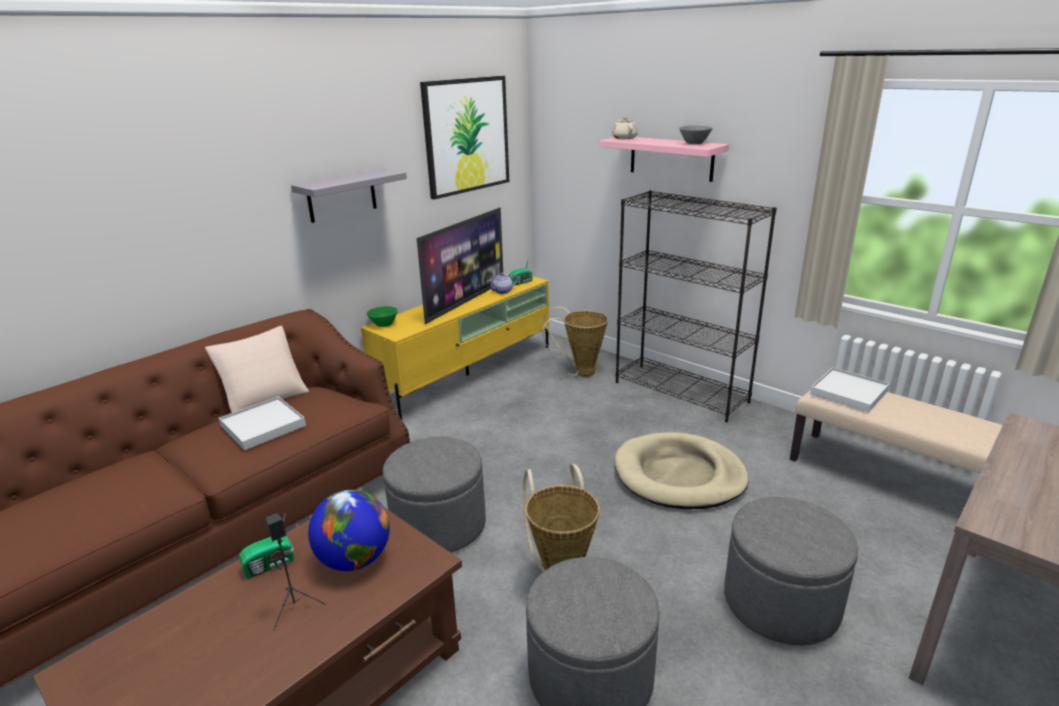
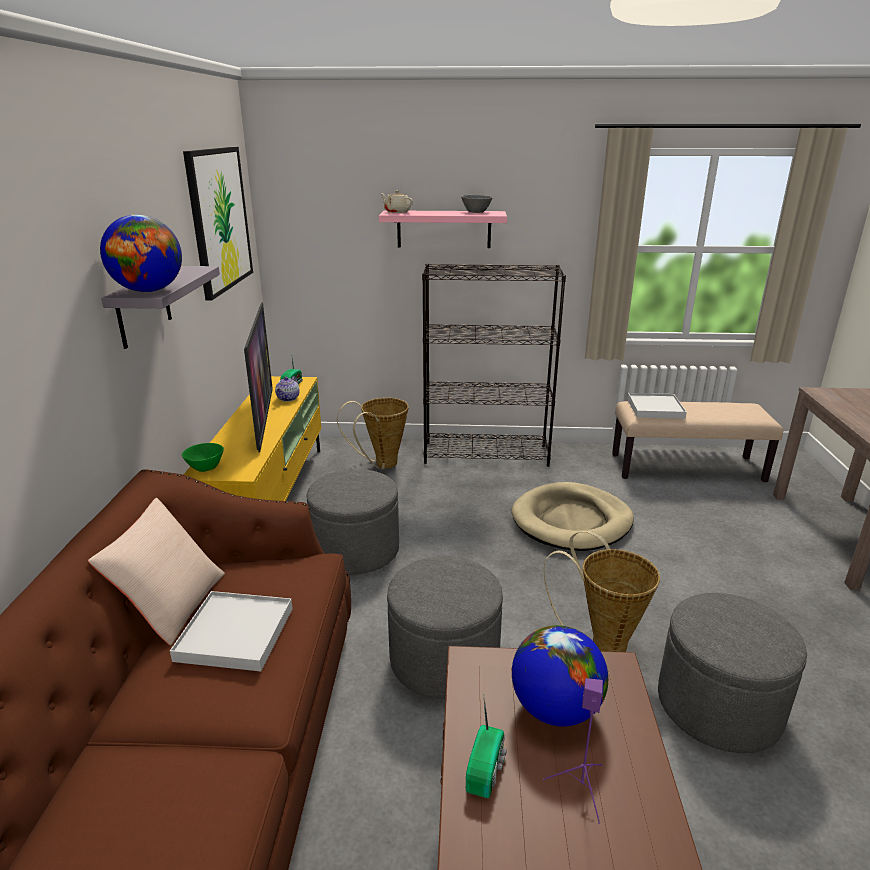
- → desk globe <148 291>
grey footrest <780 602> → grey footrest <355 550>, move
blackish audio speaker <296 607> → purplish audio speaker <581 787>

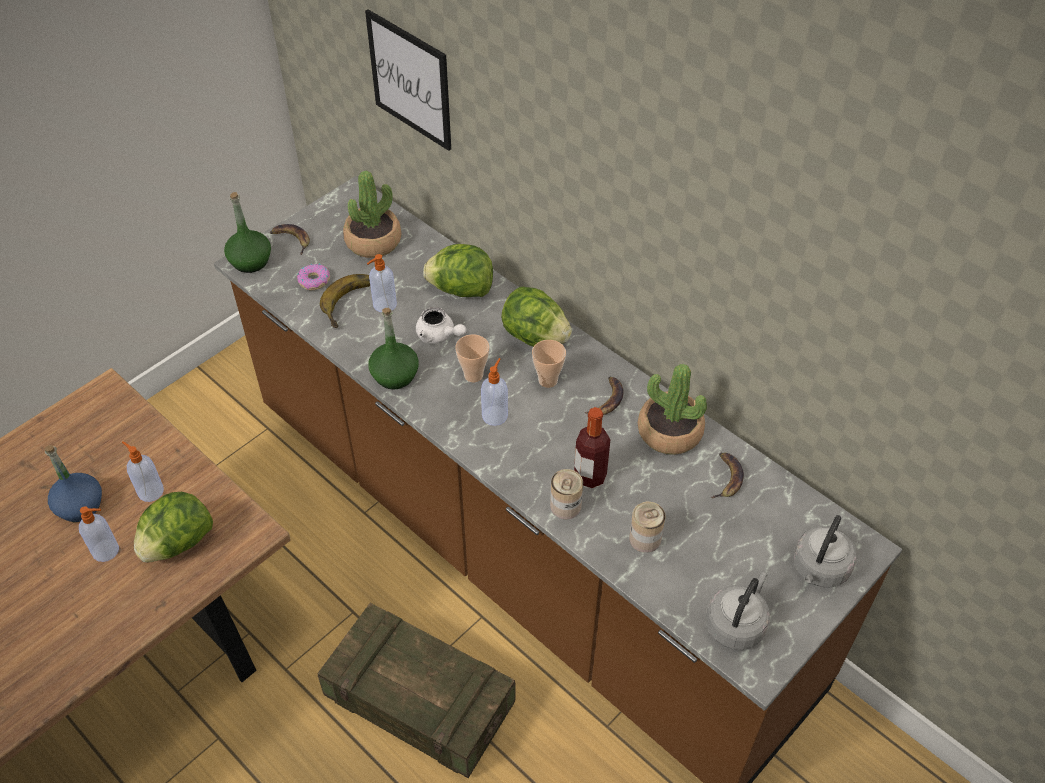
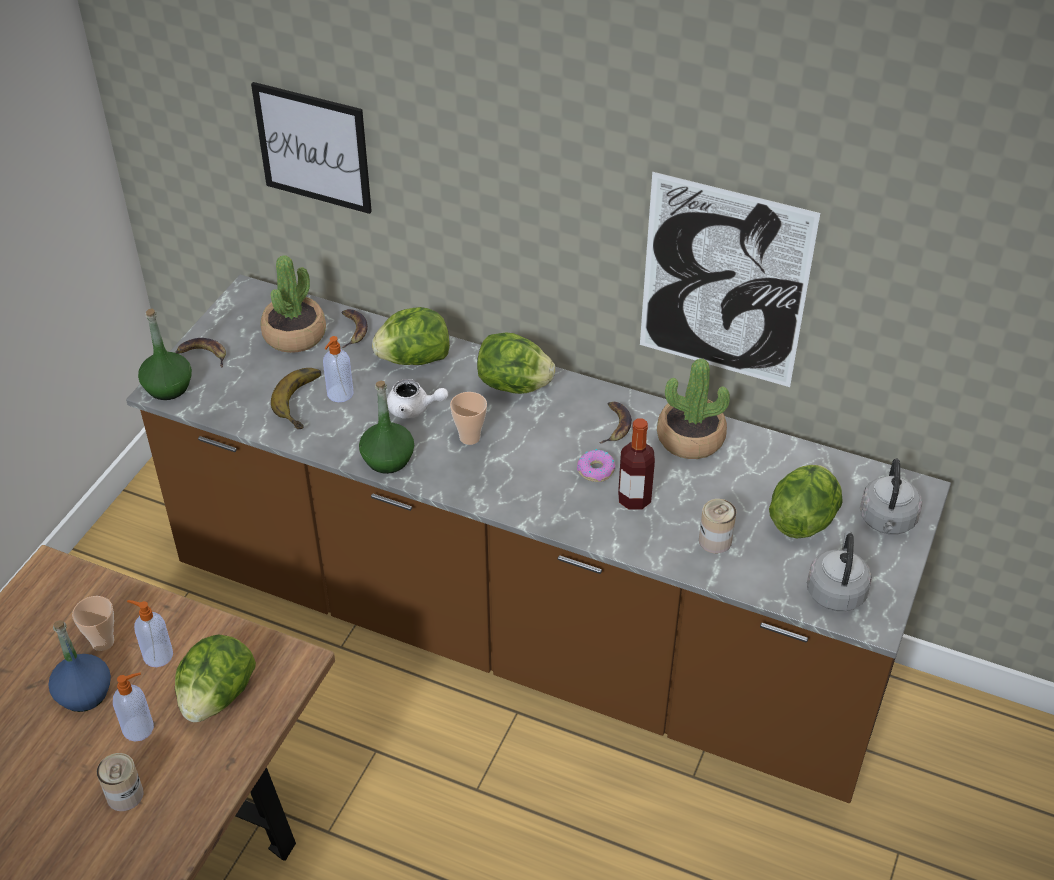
crate <419 702> → -
soap bottle <495 415> → -
- → wall picture <724 283>
- → lettuce head <803 519>
donut <314 281> → donut <596 470>, move
small cup <548 380> → small cup <103 642>, move
metal can <565 506> → metal can <125 795>, move
banana fruit <726 478> → banana fruit <353 329>, move

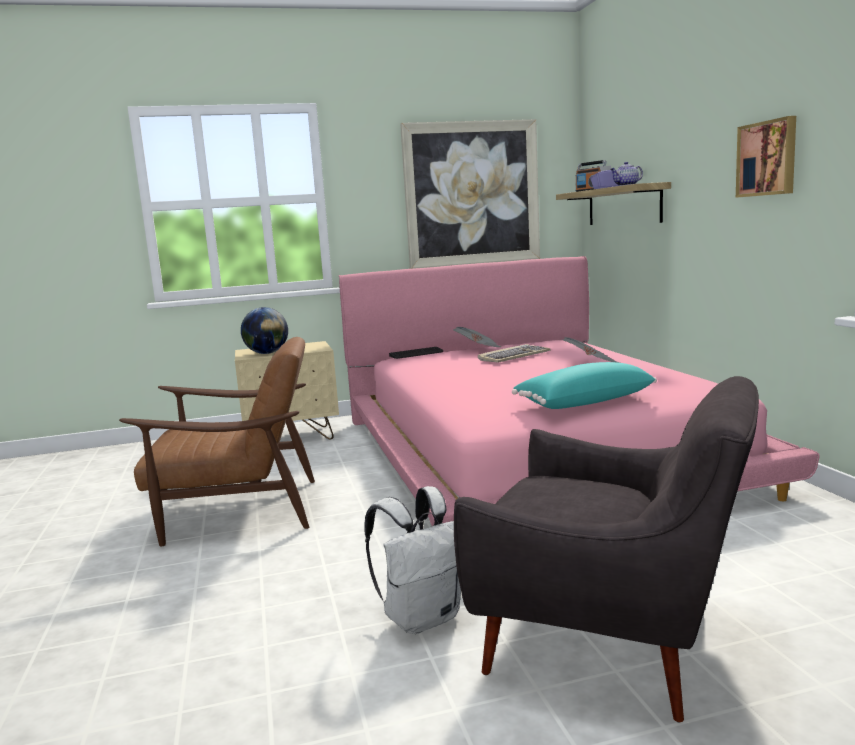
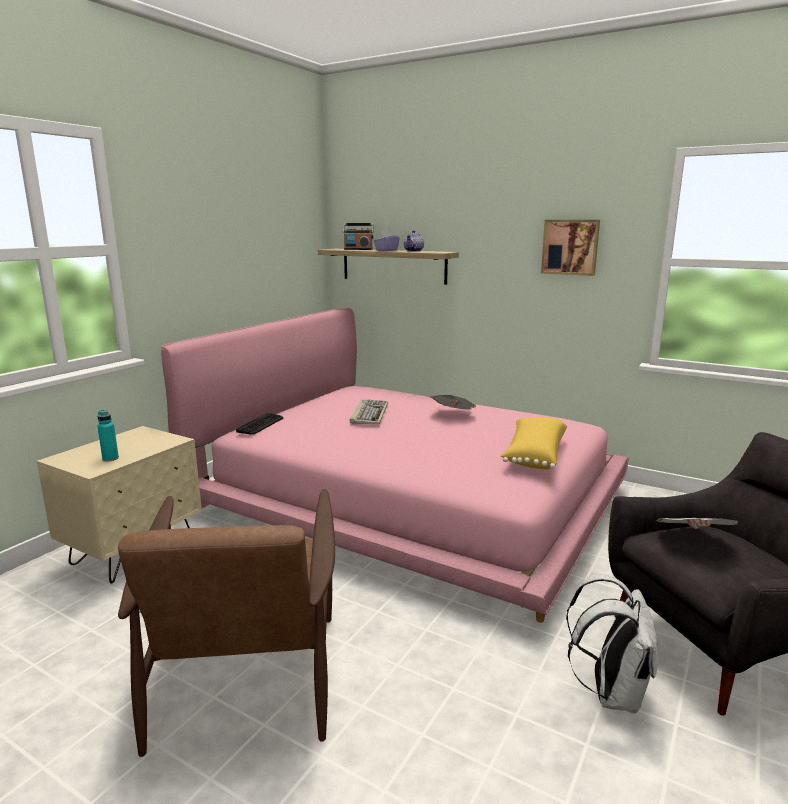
wall picture <471 194> → -
daily paper <478 350> → daily paper <692 540>, move
desk globe <267 353> → turquoise-coloured drink bottle <110 458>
turquoise-coloured throw pillow <583 402> → yellow throw pillow <533 455>
brownish lounge chair <237 510> → brownish lounge chair <246 671>, 135 degrees clockwise

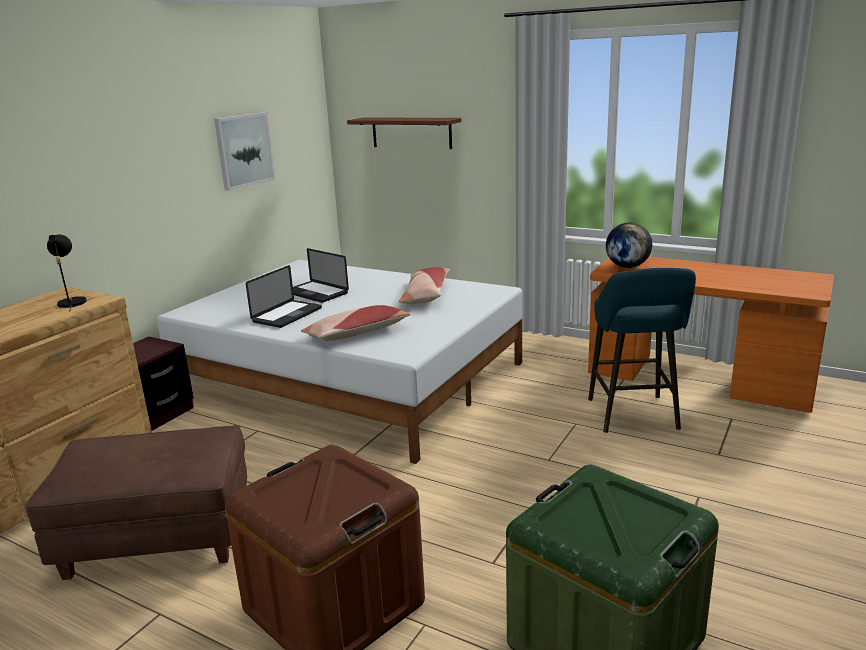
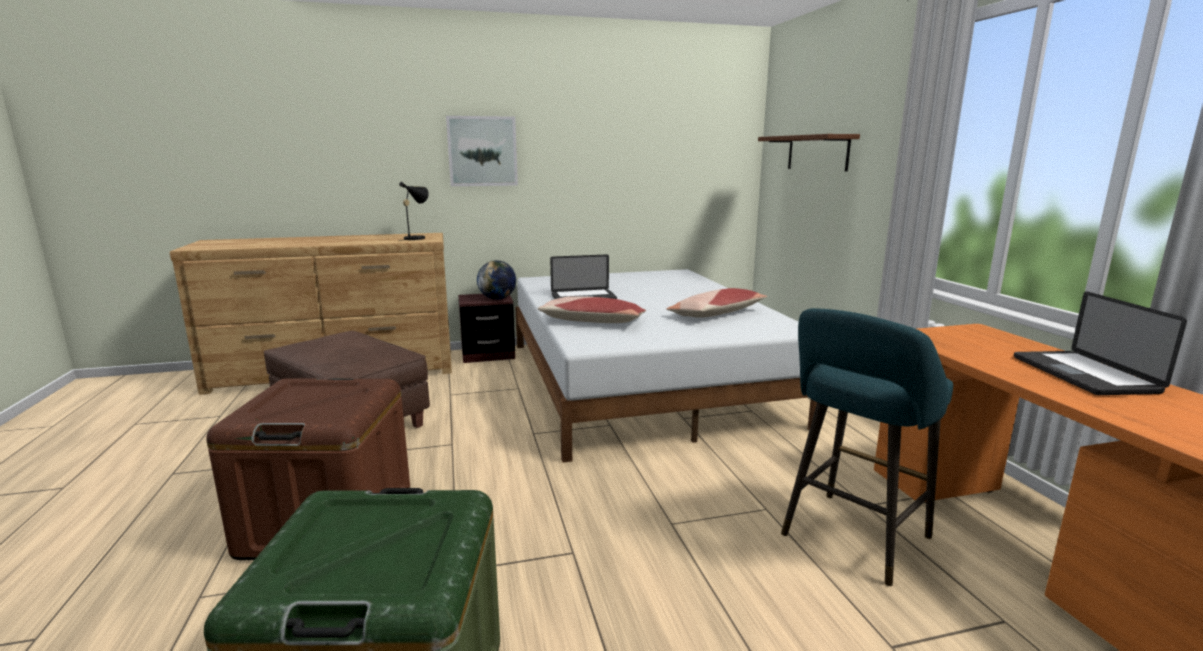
wall picture <244 150> → wall picture <482 151>, move
laptop <316 293> → laptop <1083 374>, move
desk globe <627 266> → desk globe <497 298>, move

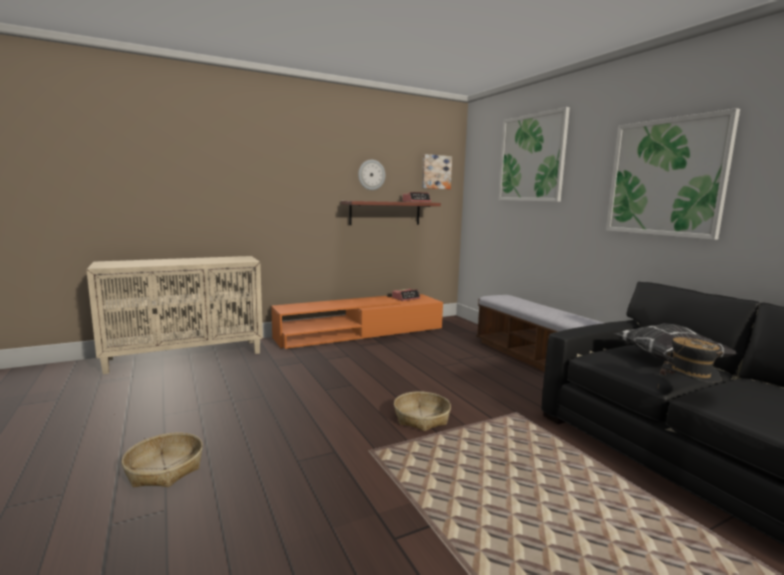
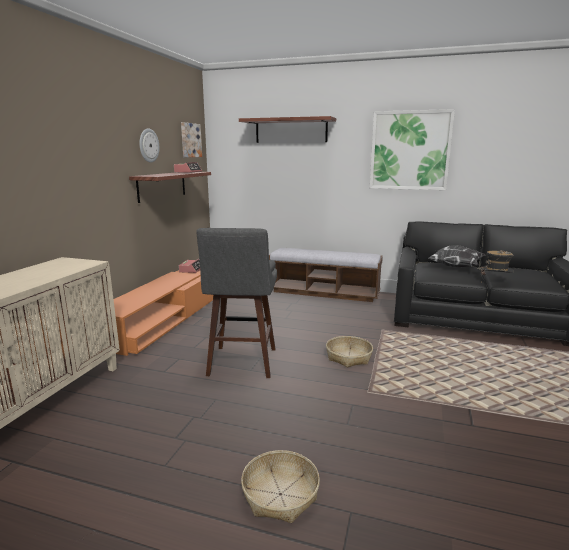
- → grey sitting stool <242 364>
wall picture <531 158> → bracket shelf <291 131>

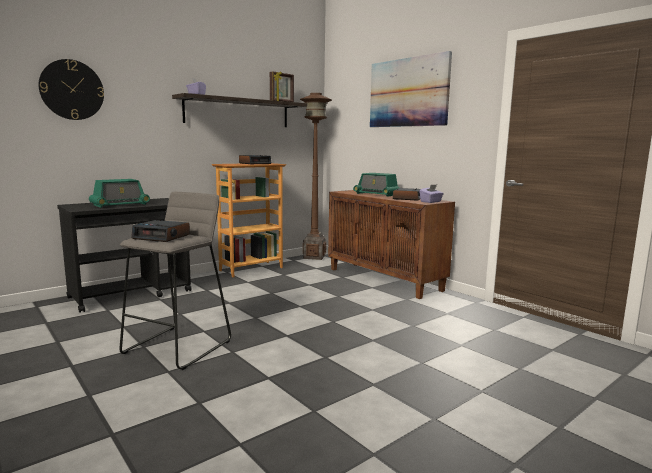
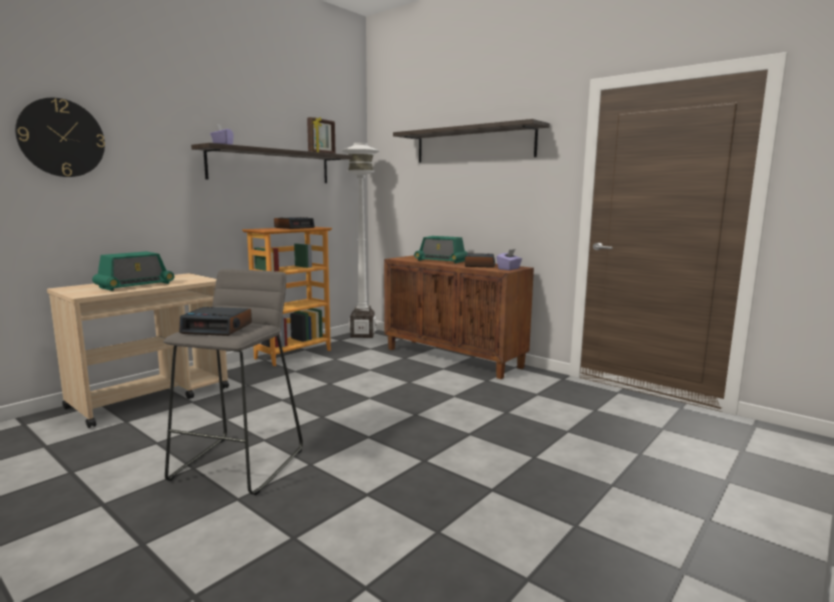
wall picture <408 92> → bracket shelf <473 144>
blackish wheeled cart <131 294> → beige-coloured wheeled cart <151 397>
brownish standing lamp <314 257> → whitish standing lamp <362 334>

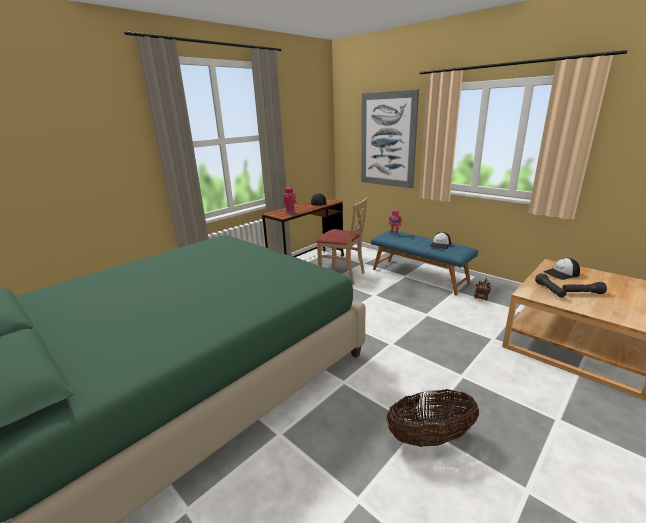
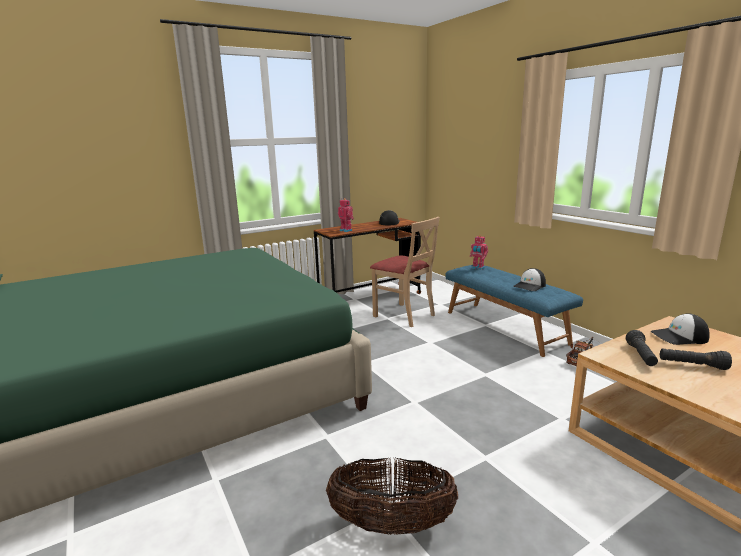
wall picture <387 140> → -

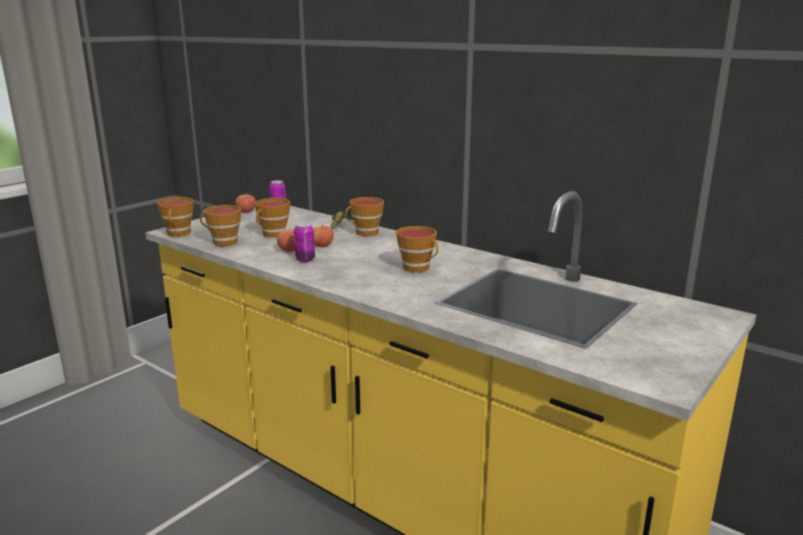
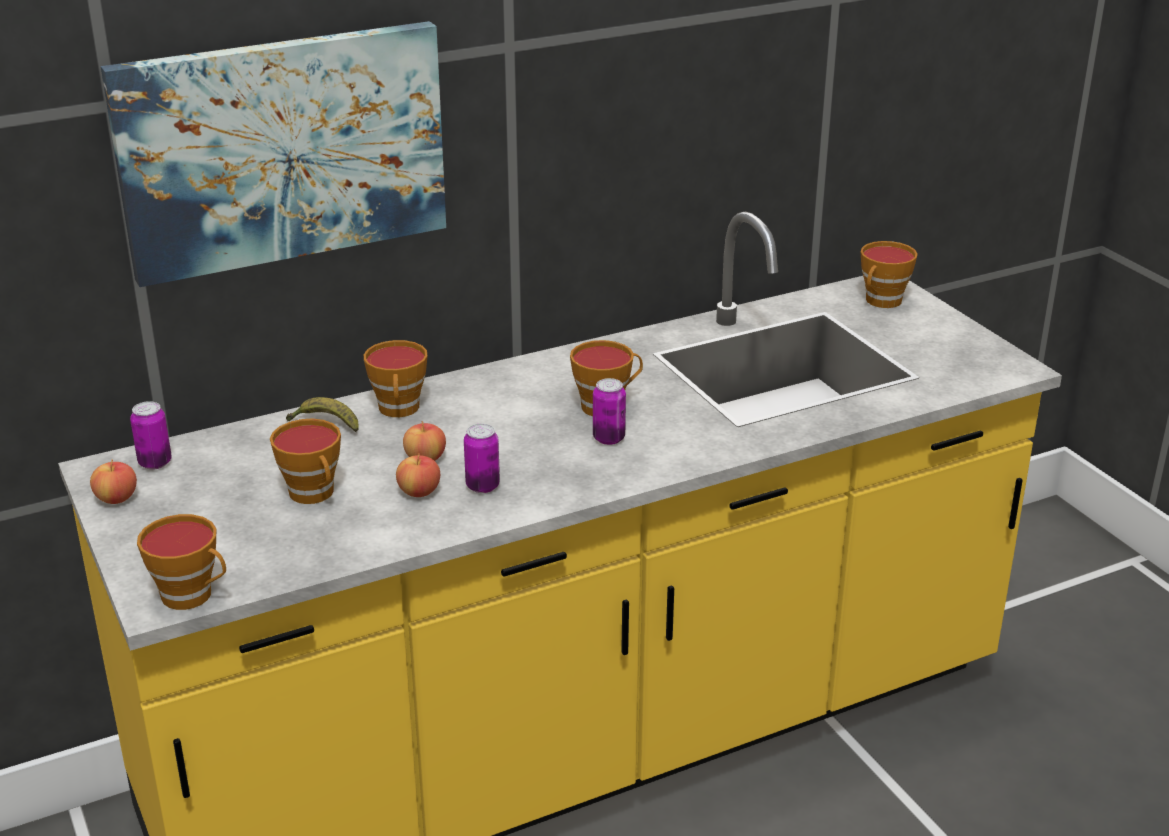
- → wall picture <283 149>
- → metal can <608 438>
small cup <222 242> → small cup <882 302>, move

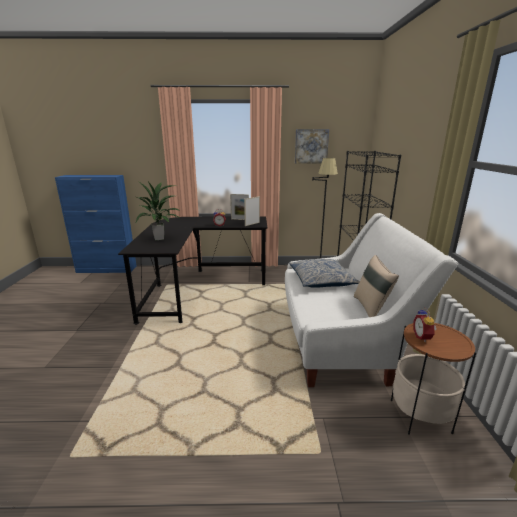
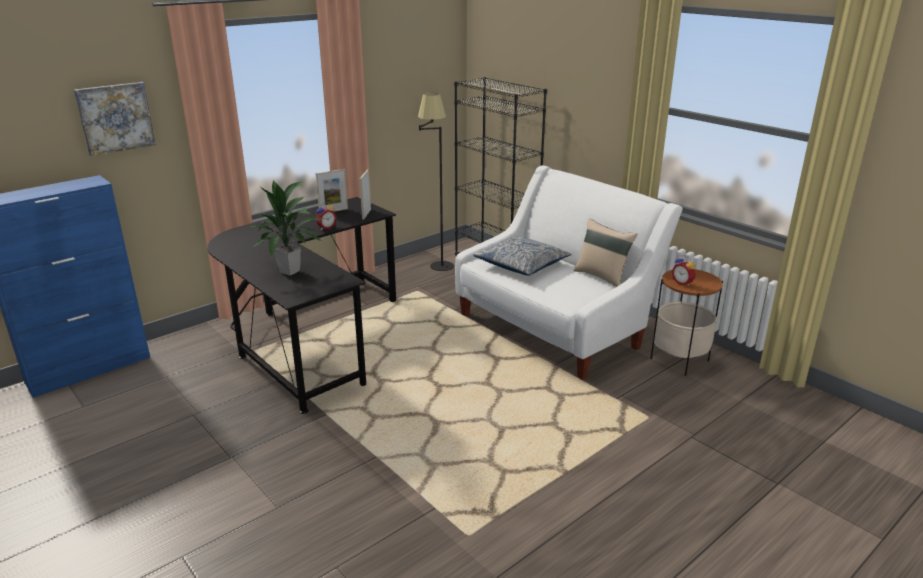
wall picture <311 146> → wall picture <115 118>, move

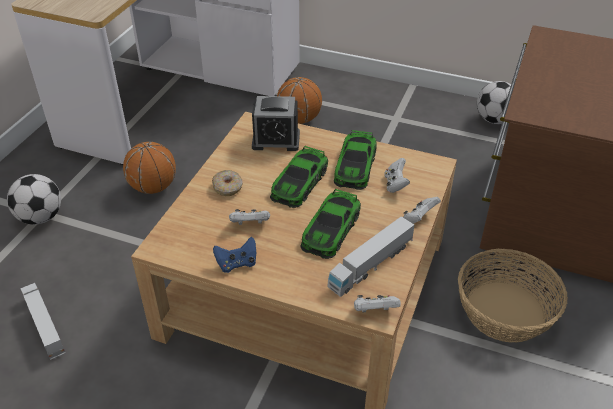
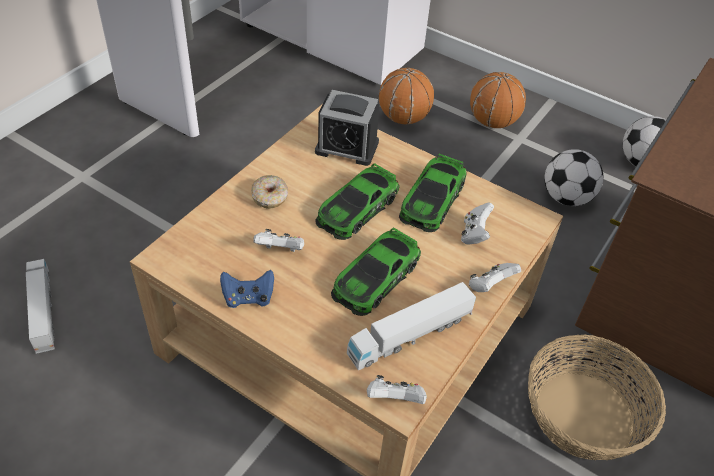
ball for football <40 217> → ball for football <566 198>, move
basketball ball <153 187> → basketball ball <492 122>, move

